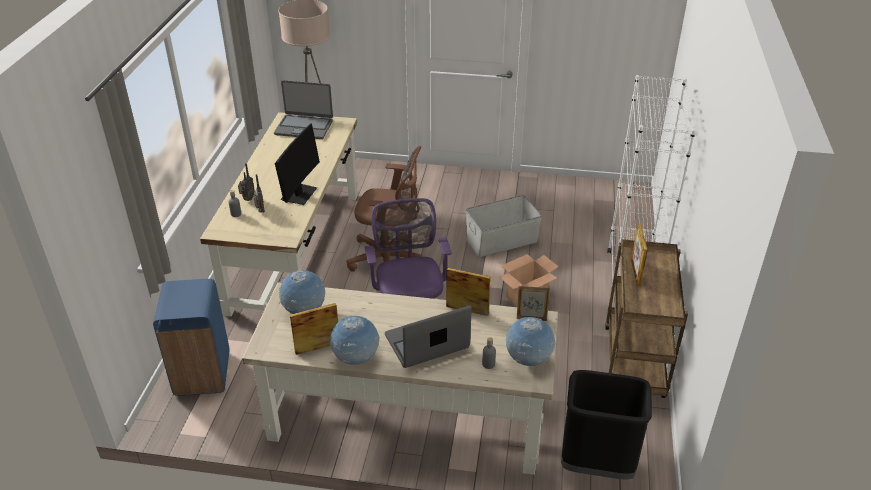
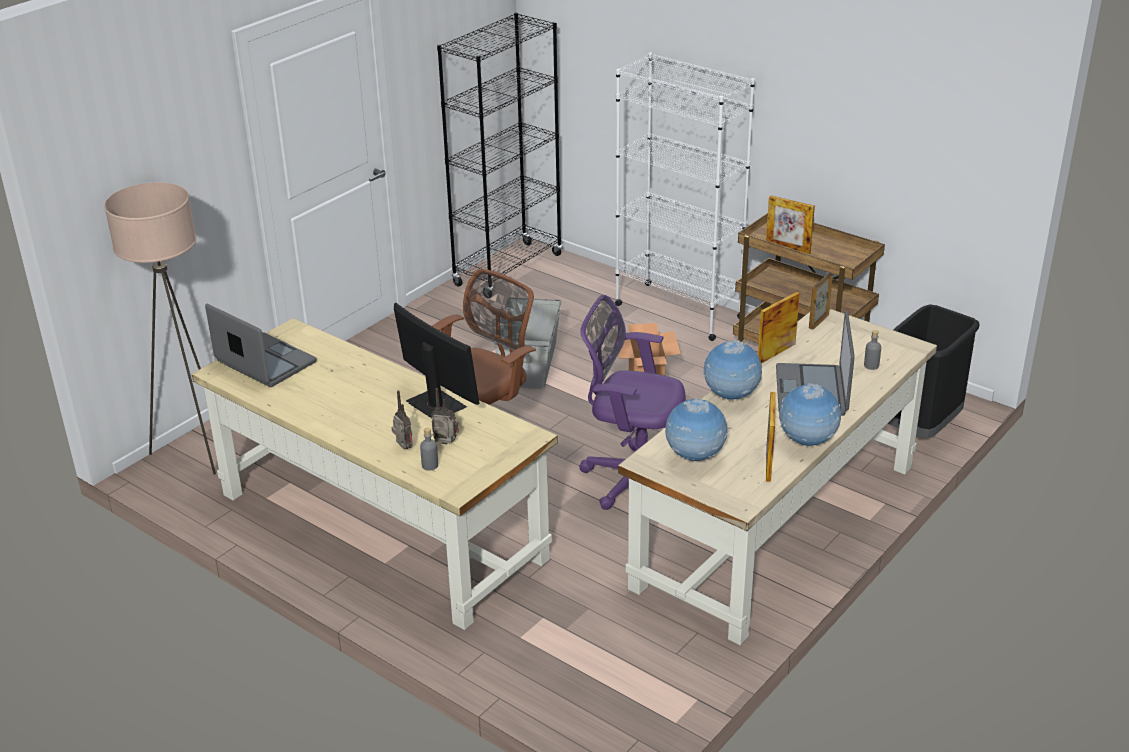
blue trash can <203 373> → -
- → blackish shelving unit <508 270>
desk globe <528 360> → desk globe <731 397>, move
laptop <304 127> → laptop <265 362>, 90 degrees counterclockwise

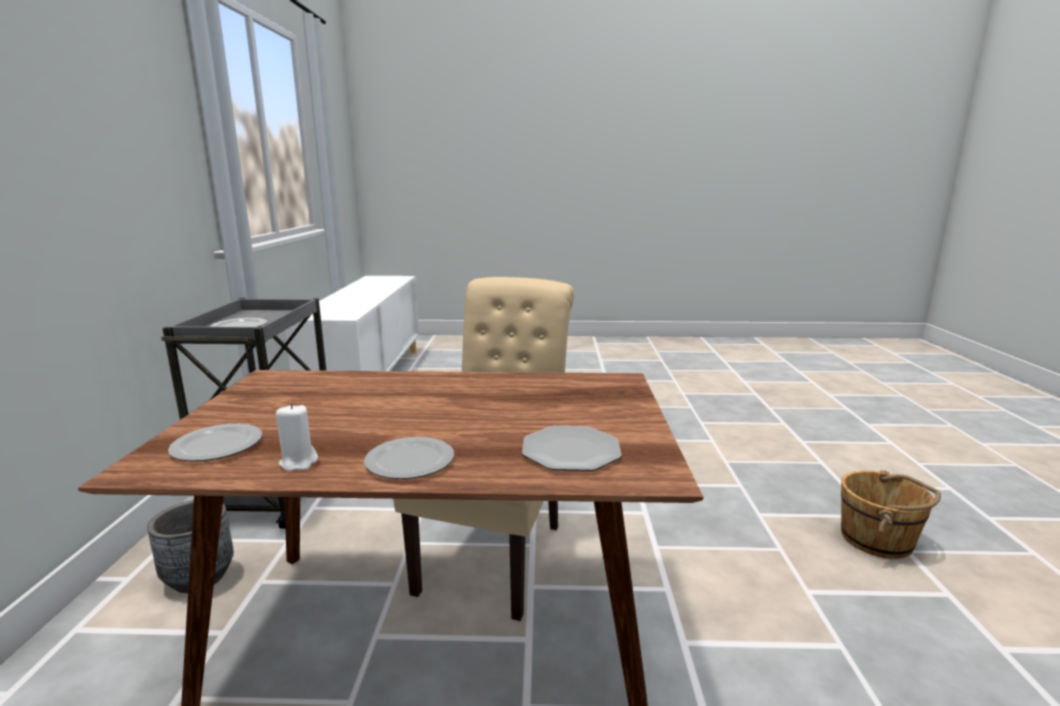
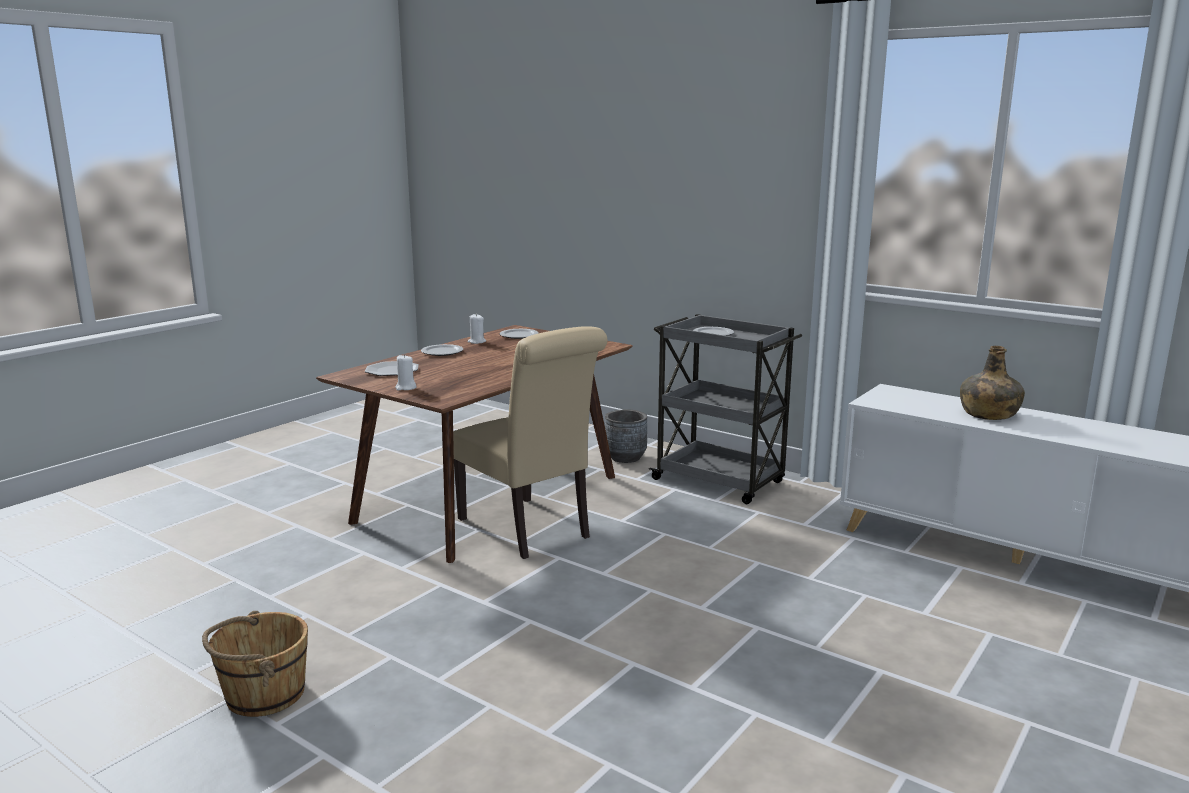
- → whitish candle <405 388>
- → green-coloured drink bottle <988 414>

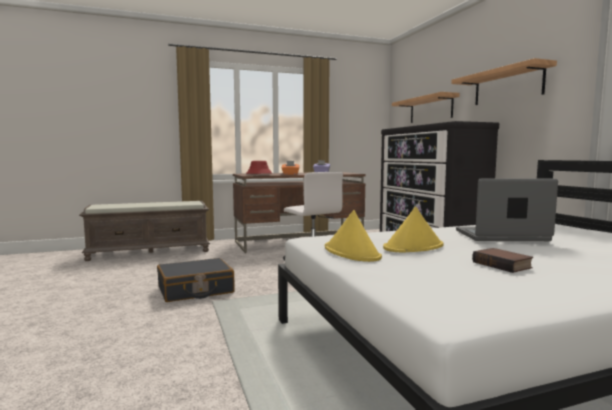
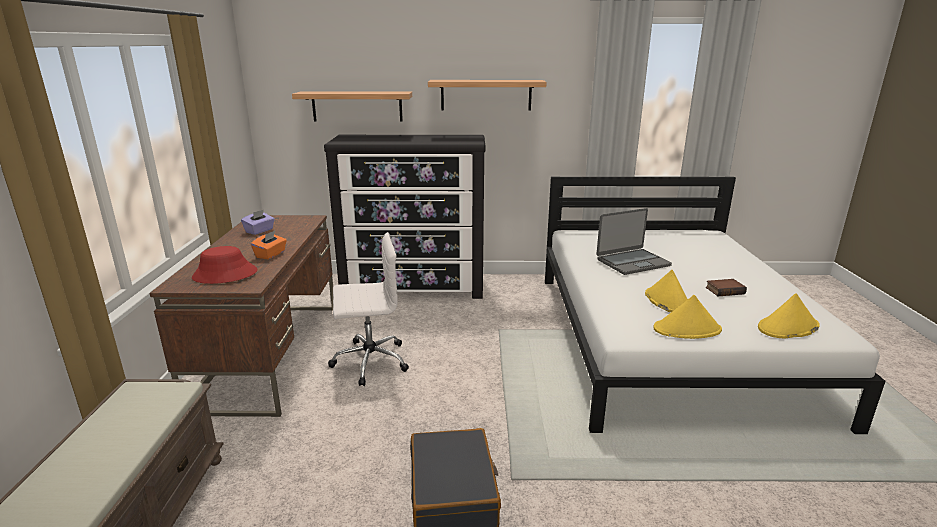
- → yellow wearable hat <787 327>
laptop <501 236> → laptop <632 262>, 135 degrees counterclockwise

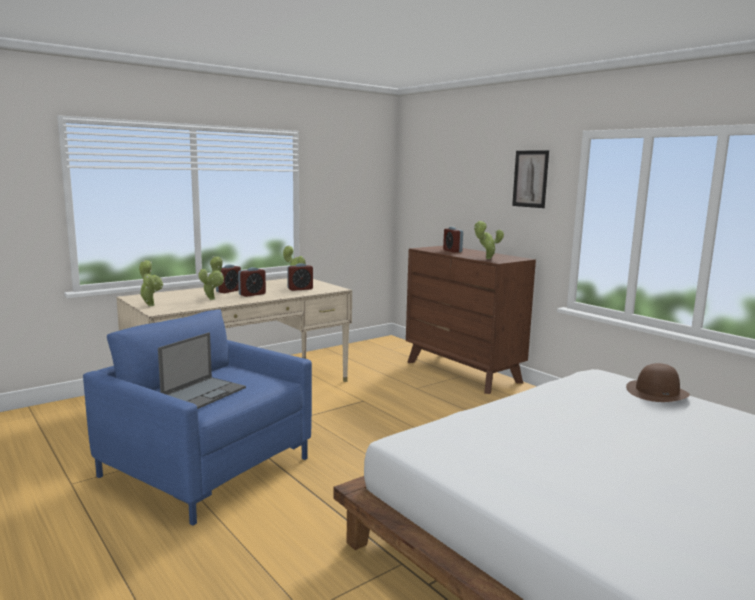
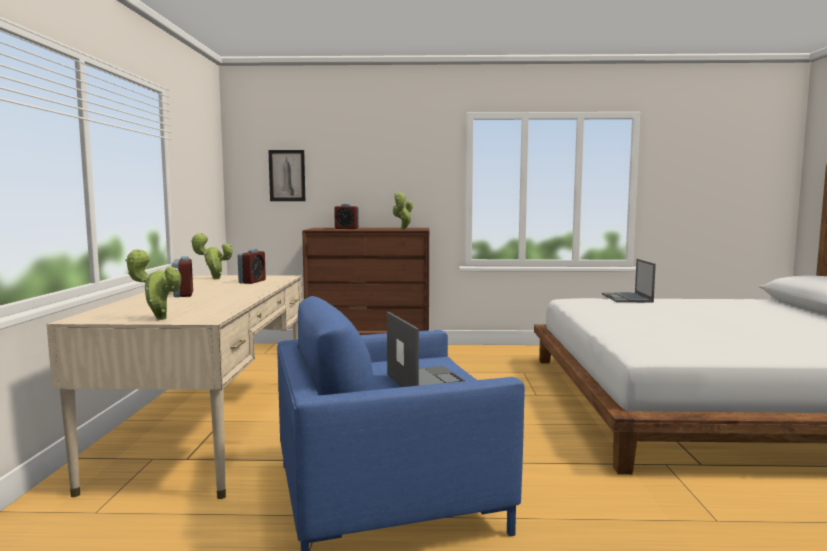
potted plant <213 298> → -
alarm clock <252 294> → -
wall picture <530 179> → wall picture <287 175>, move
brownish wearable hat <657 392> → laptop <627 298>

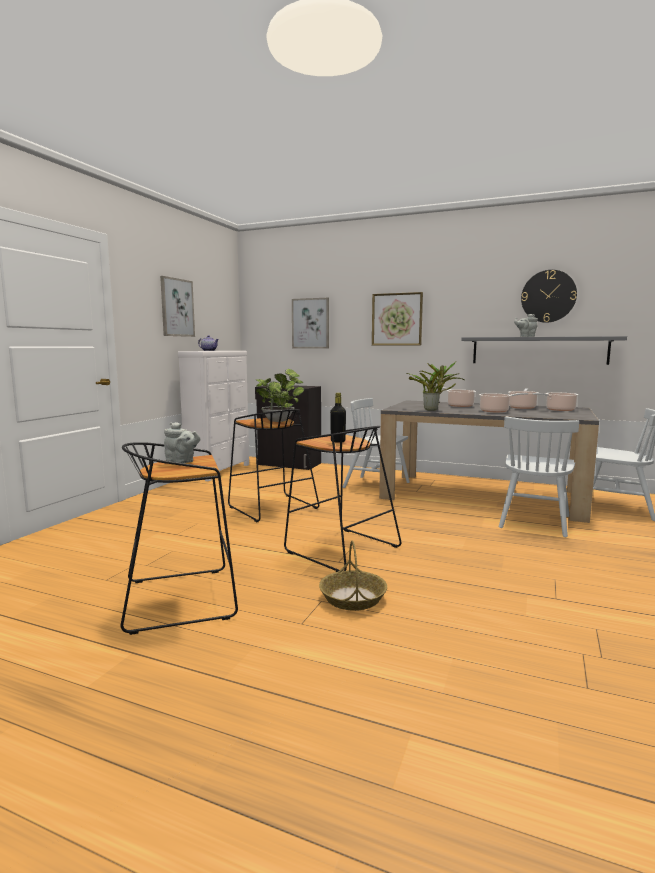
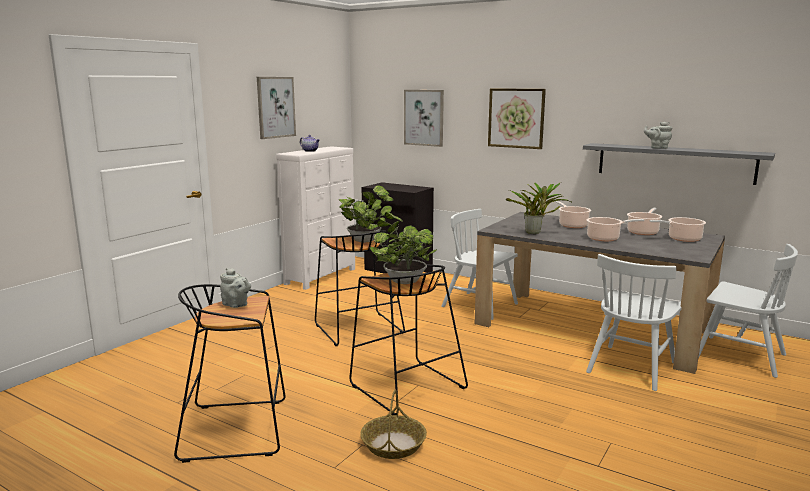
hanging clock <548 296> → -
blackish drink bottle <338 441> → potted plant <402 280>

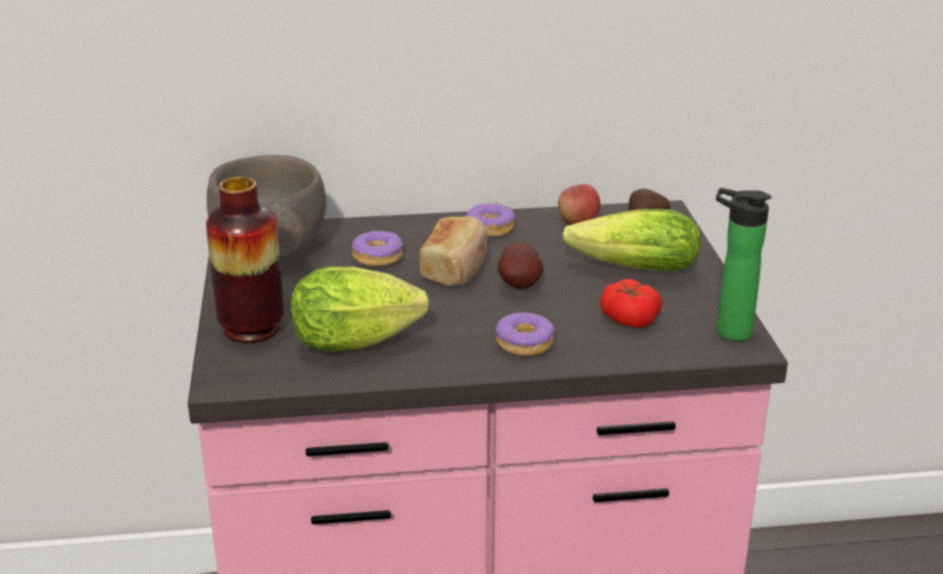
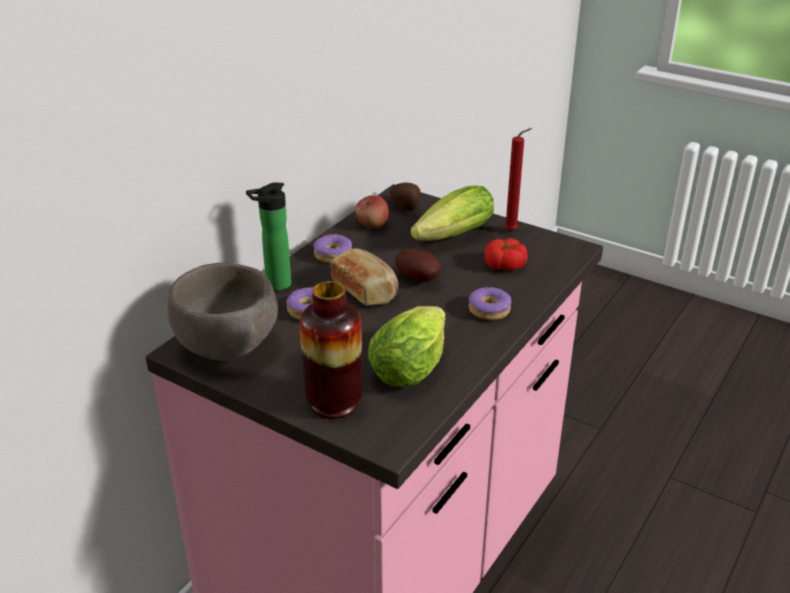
- → red-coloured candle <513 231>
drink bottle <728 331> → drink bottle <274 285>, move

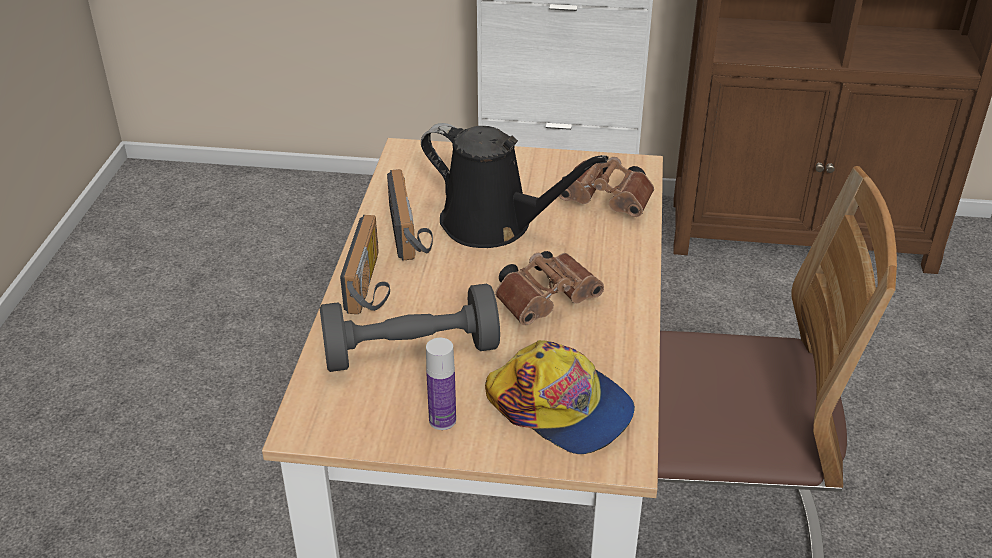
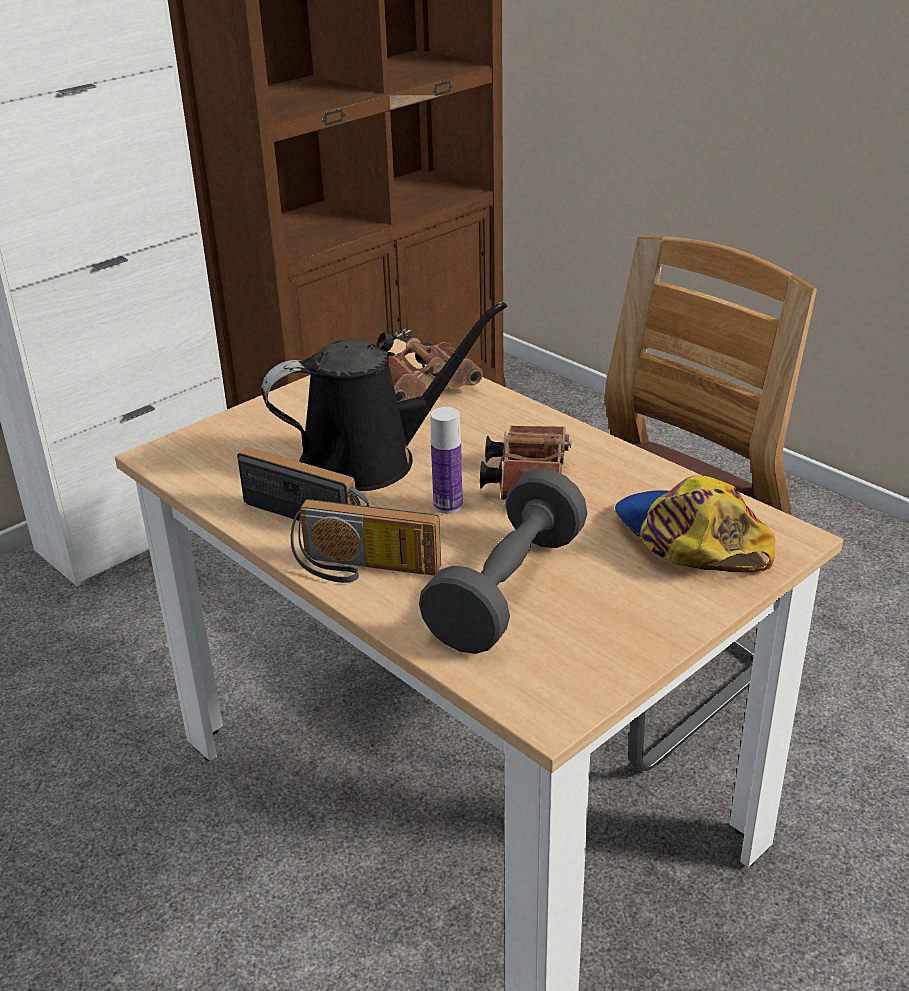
drink bottle <442 420> → drink bottle <448 505>, move
radio <372 285> → radio <363 570>, 150 degrees clockwise
peaked cap <561 407> → peaked cap <689 539>, 105 degrees counterclockwise

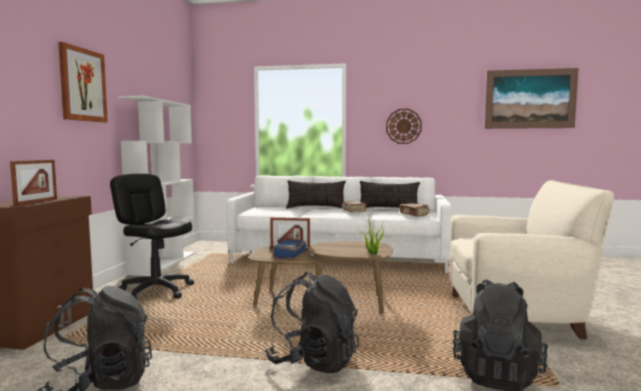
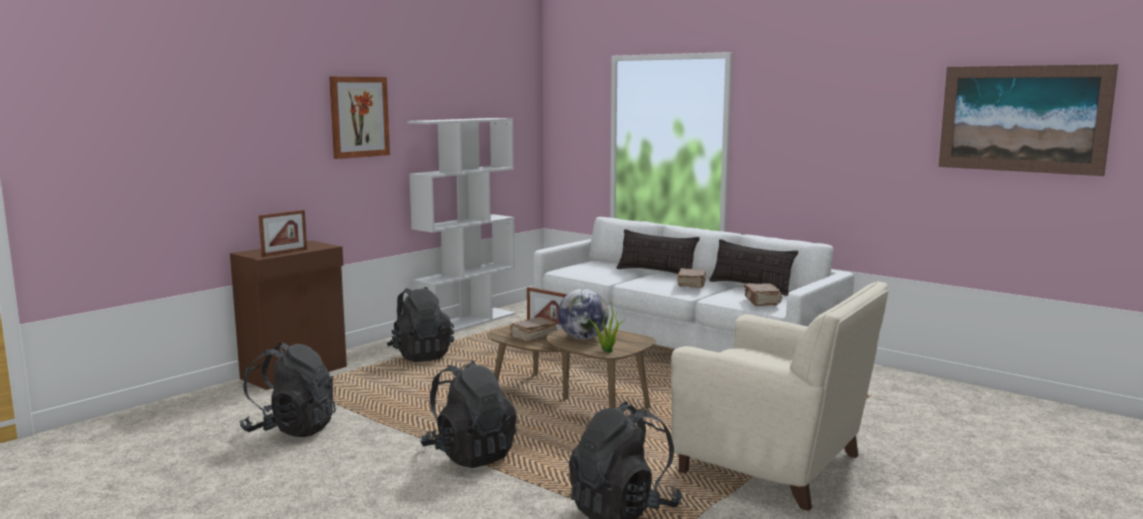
hanging clock <403 126> → -
- → desk globe <583 338>
blackish office chair <156 291> → blackish rucksack <421 355>
blue volume <289 255> → brownish volume <532 337>

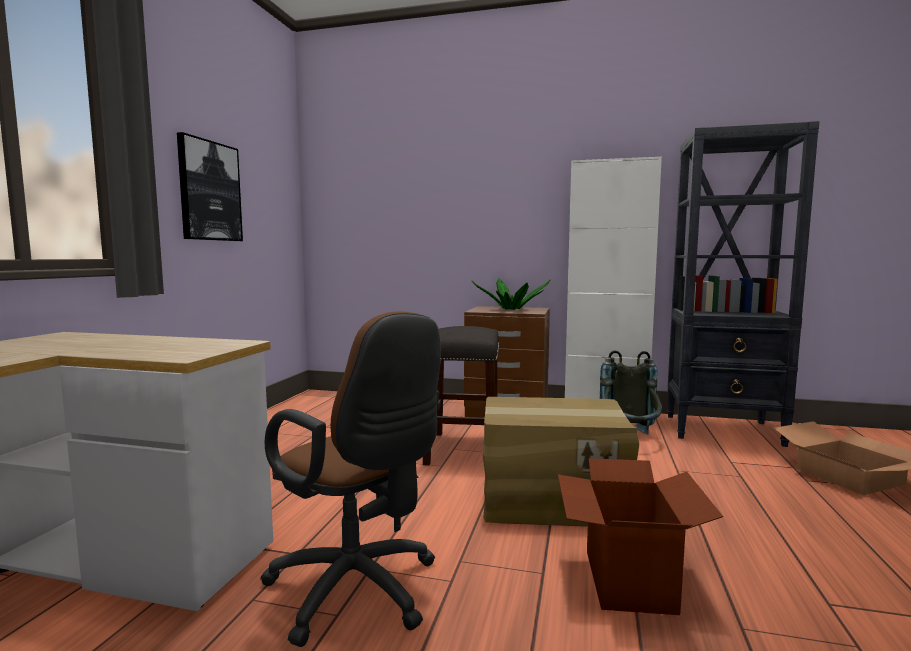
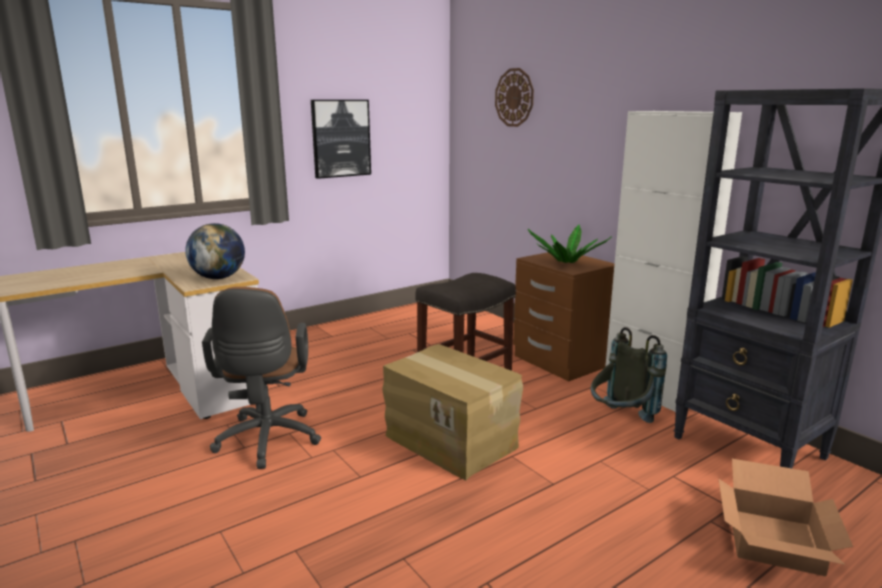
packing box <627 580> → -
- → desk globe <218 278>
- → hanging clock <514 97>

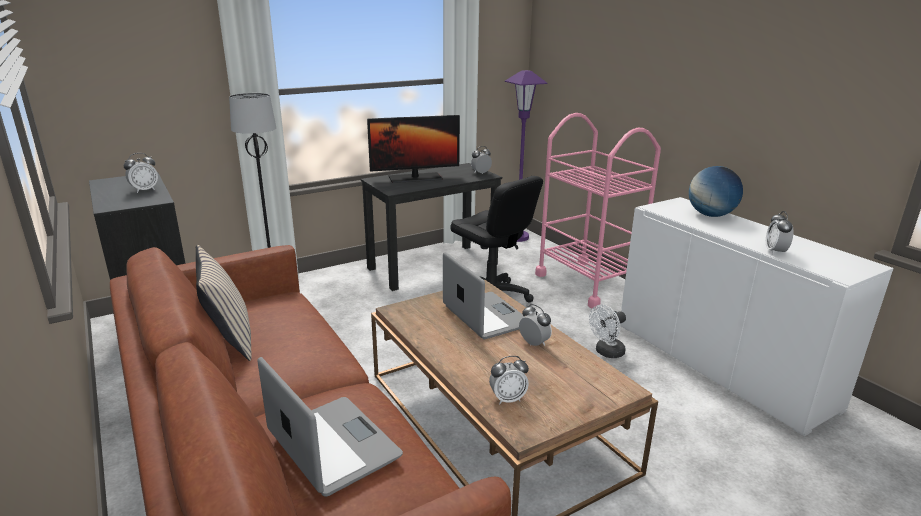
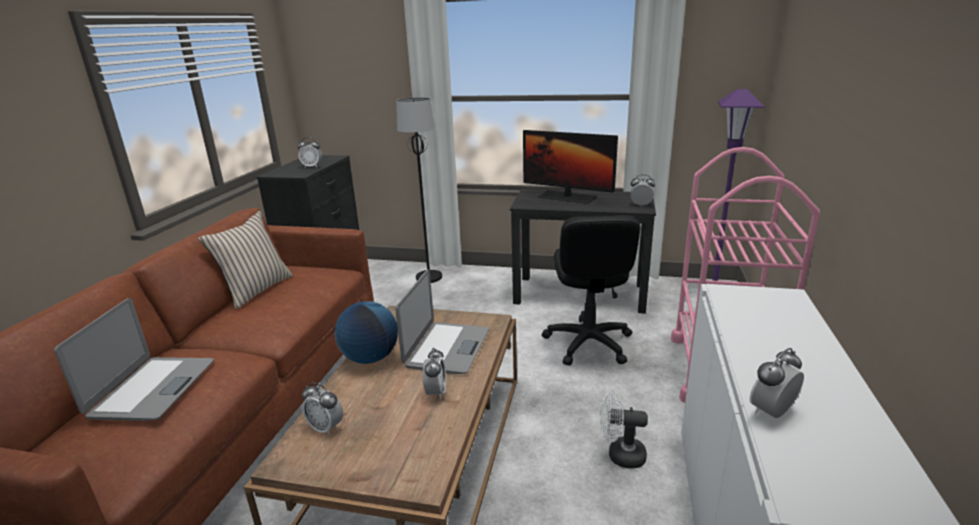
desk globe <710 215> → desk globe <370 358>, move

